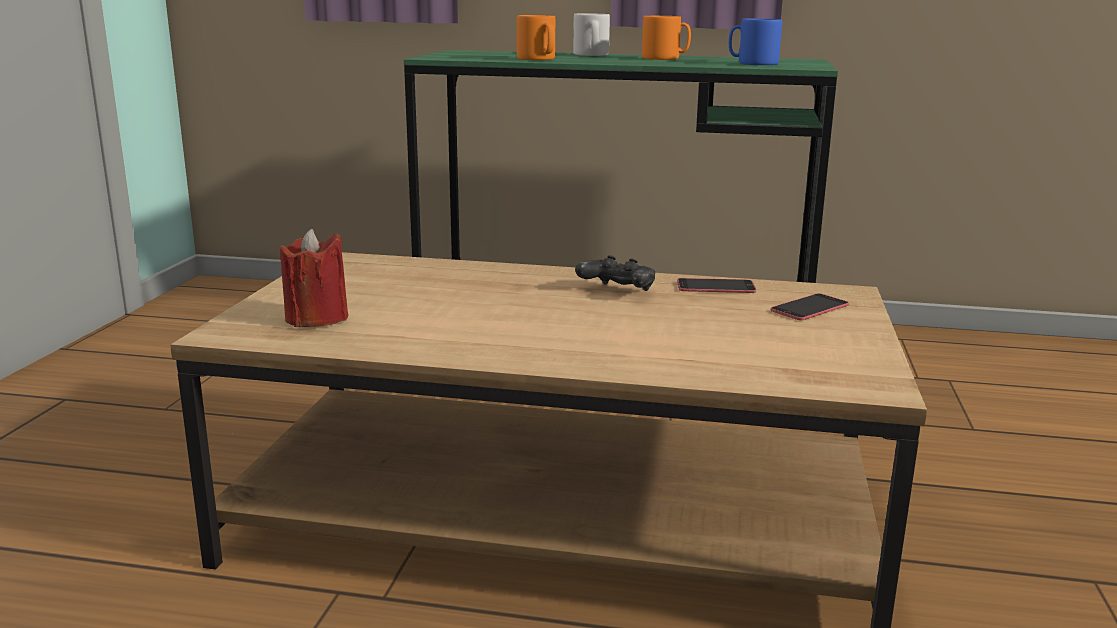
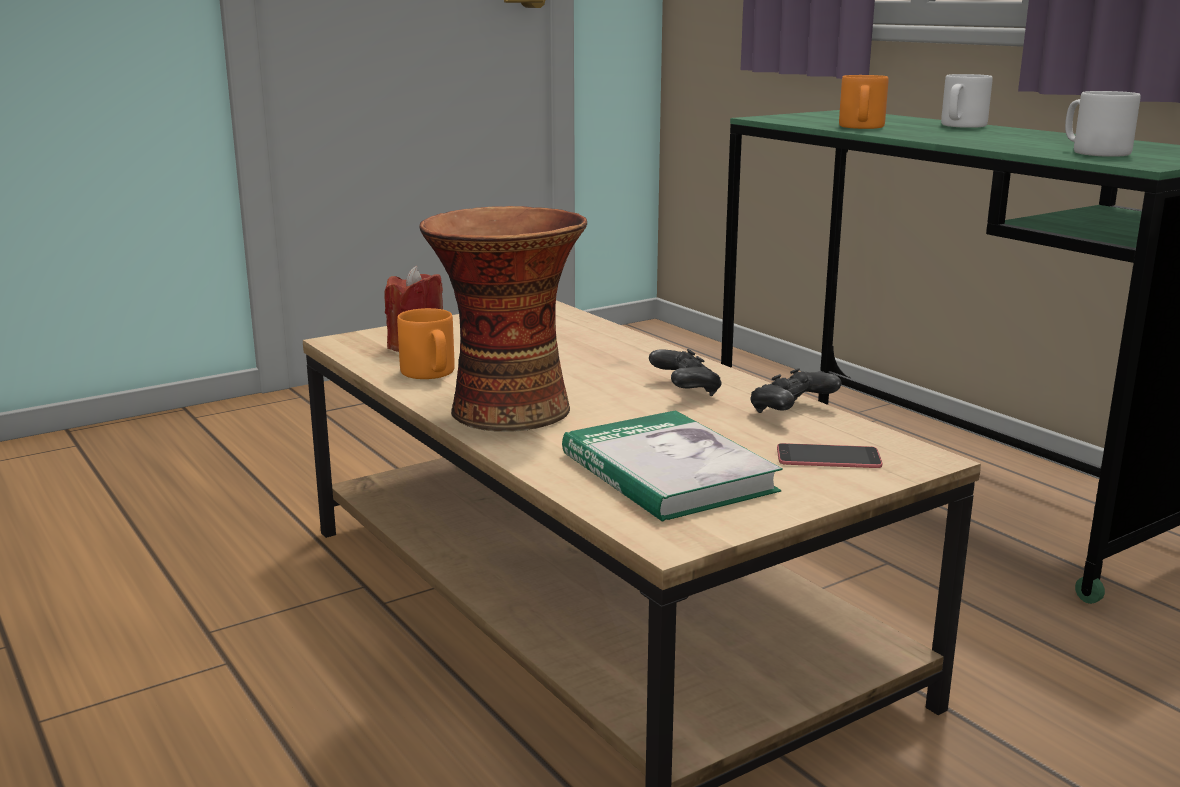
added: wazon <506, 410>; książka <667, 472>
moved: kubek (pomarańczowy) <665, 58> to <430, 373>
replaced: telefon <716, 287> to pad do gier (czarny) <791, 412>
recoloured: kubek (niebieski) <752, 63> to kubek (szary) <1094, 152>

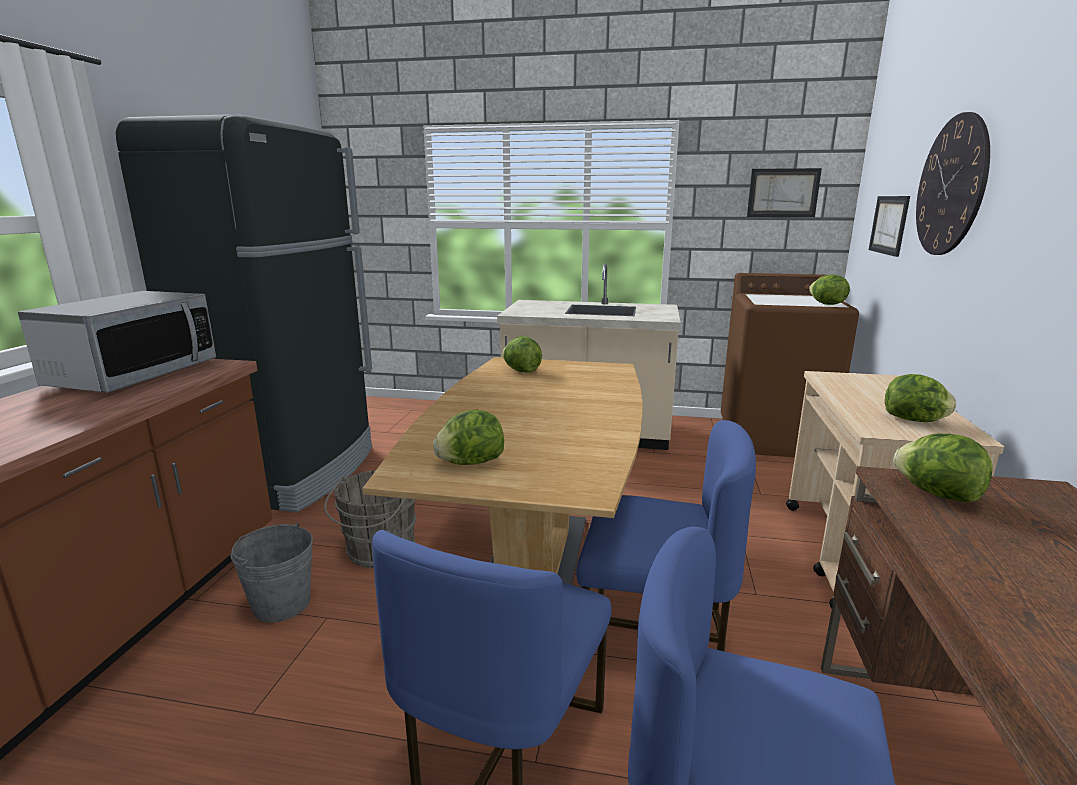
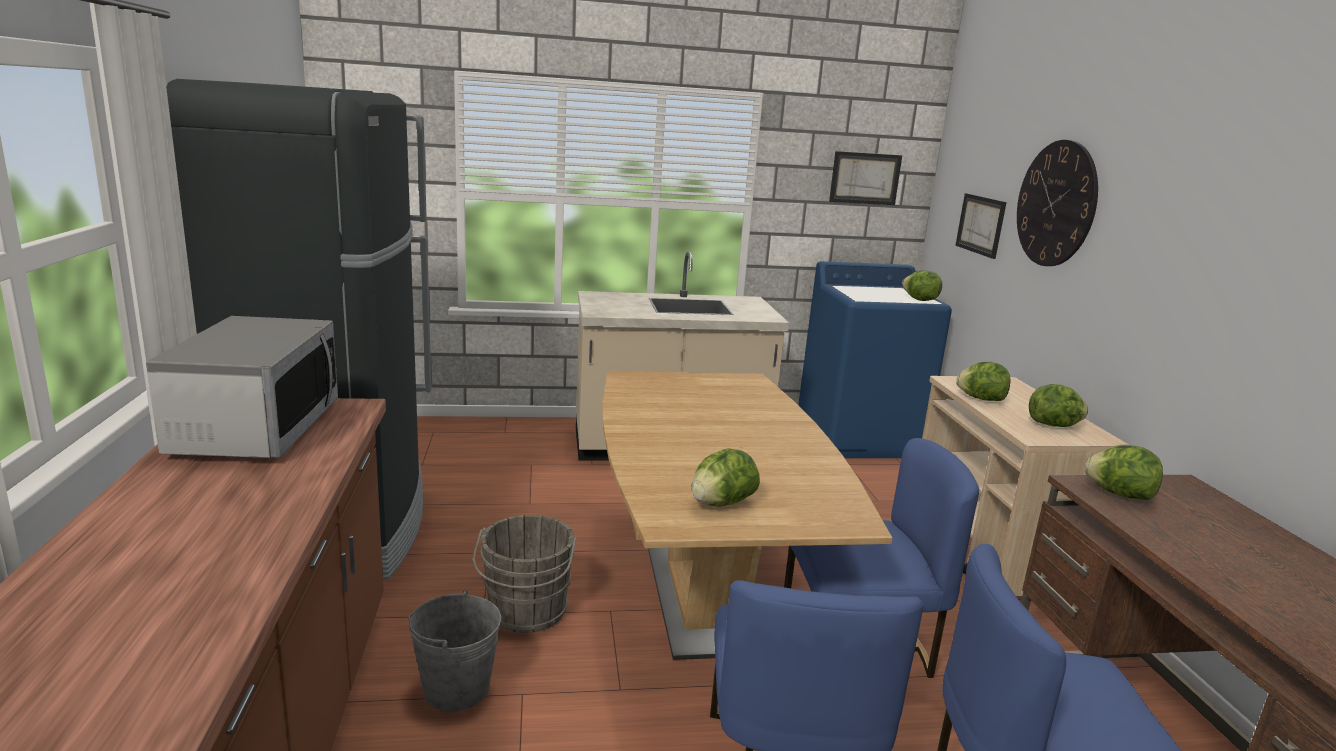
moved: sałata <521, 371> to <981, 399>
recoloured: pralka (brązowy) <773, 438> to pralka (niebieski) <859, 438>

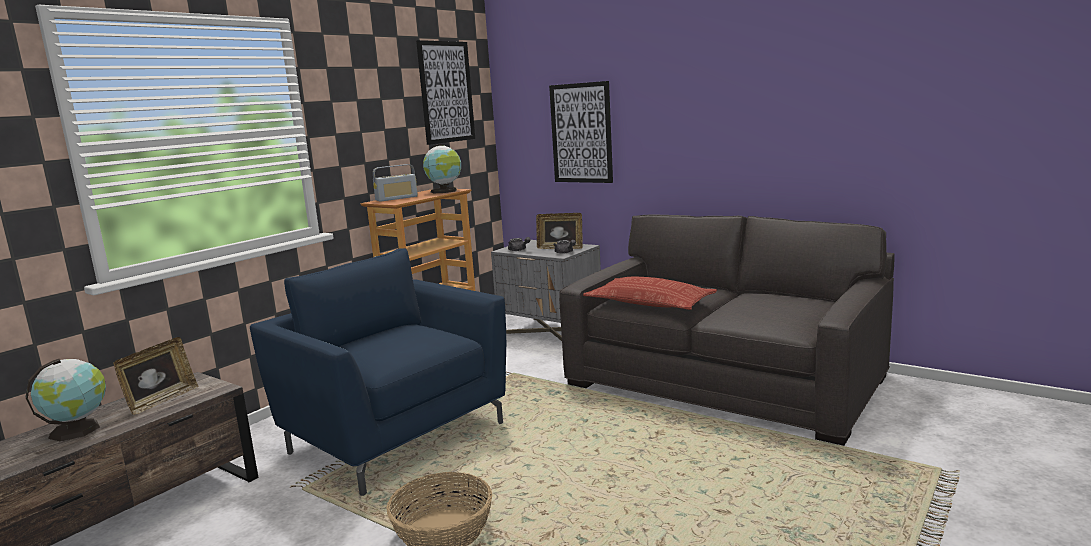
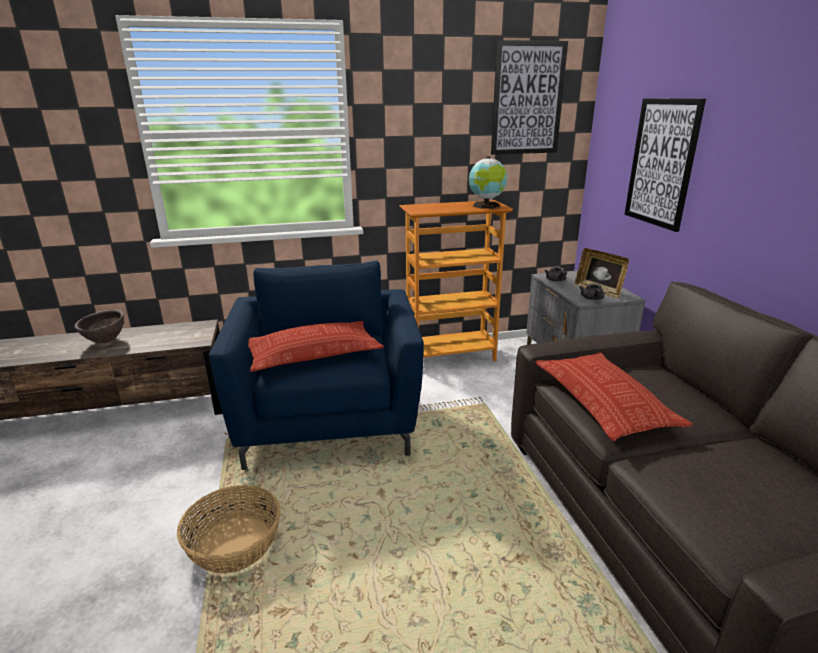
removed: radio <396, 198>; ramka na zdjęcie <161, 400>
added: poduszka <313, 353>
replaced: globus <78, 429> to miska (brązowy) <105, 341>

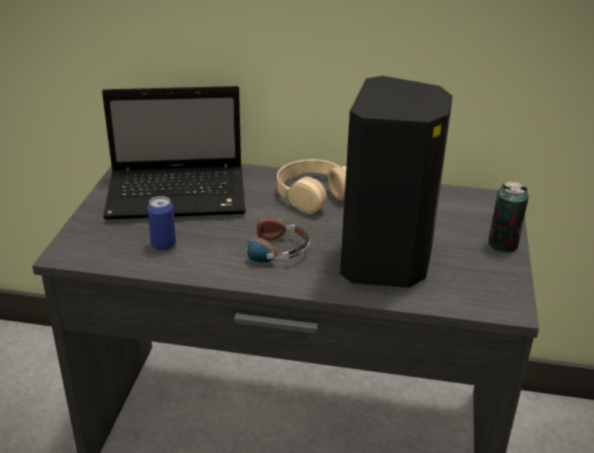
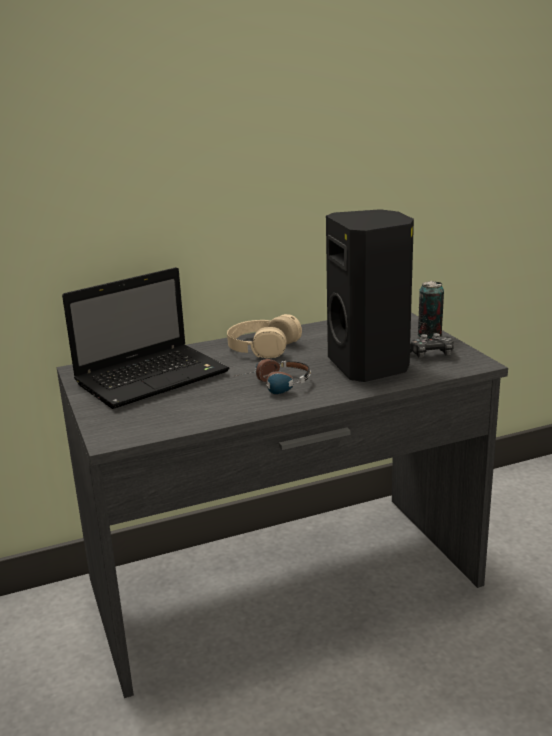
removed: puszka <163, 245>
added: pad do gier <430, 355>

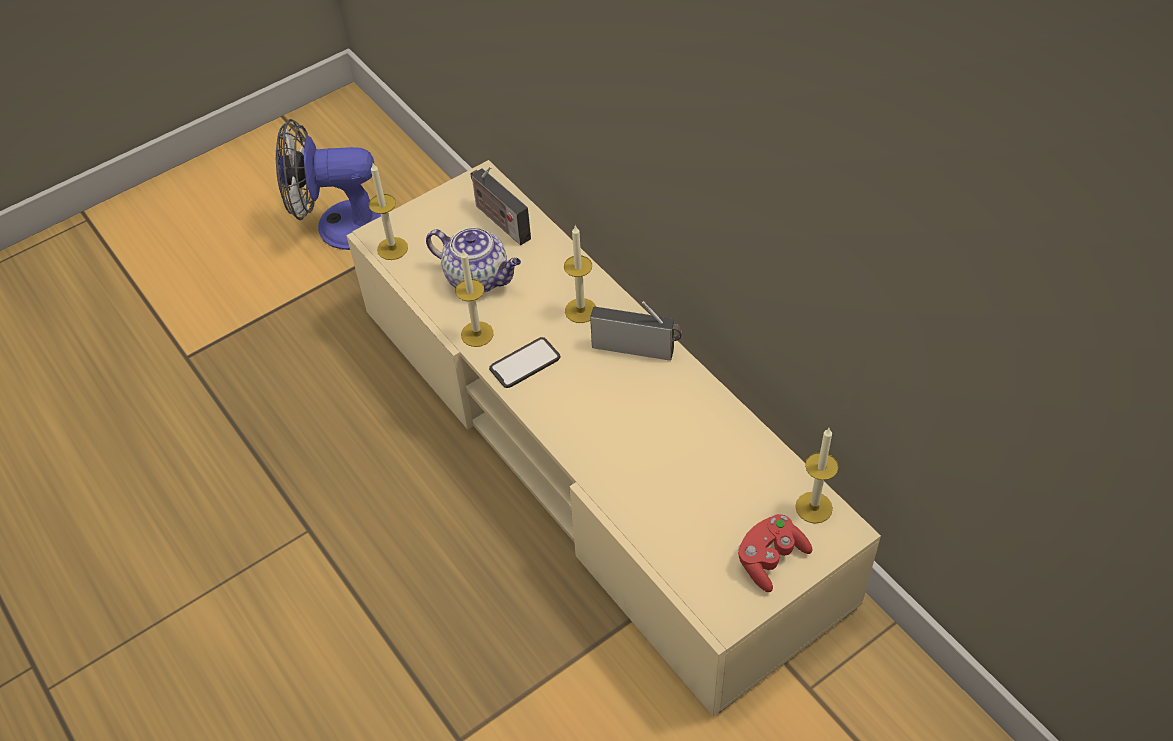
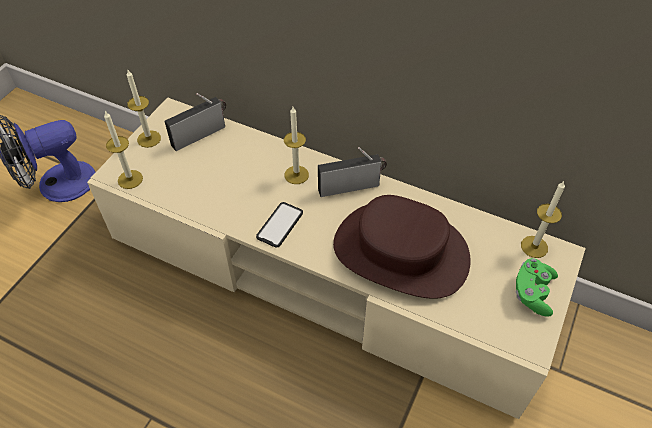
removed: imbryk <479, 278>
added: kapelusz (brązowy) <400, 252>
moved: świeca <477, 334> to <149, 139>
recoloured: pad do gier (czerwony) <770, 559> to pad do gier (zielony) <532, 293>
turned: radio <499, 220> = <200, 134> 120 degrees clockwise

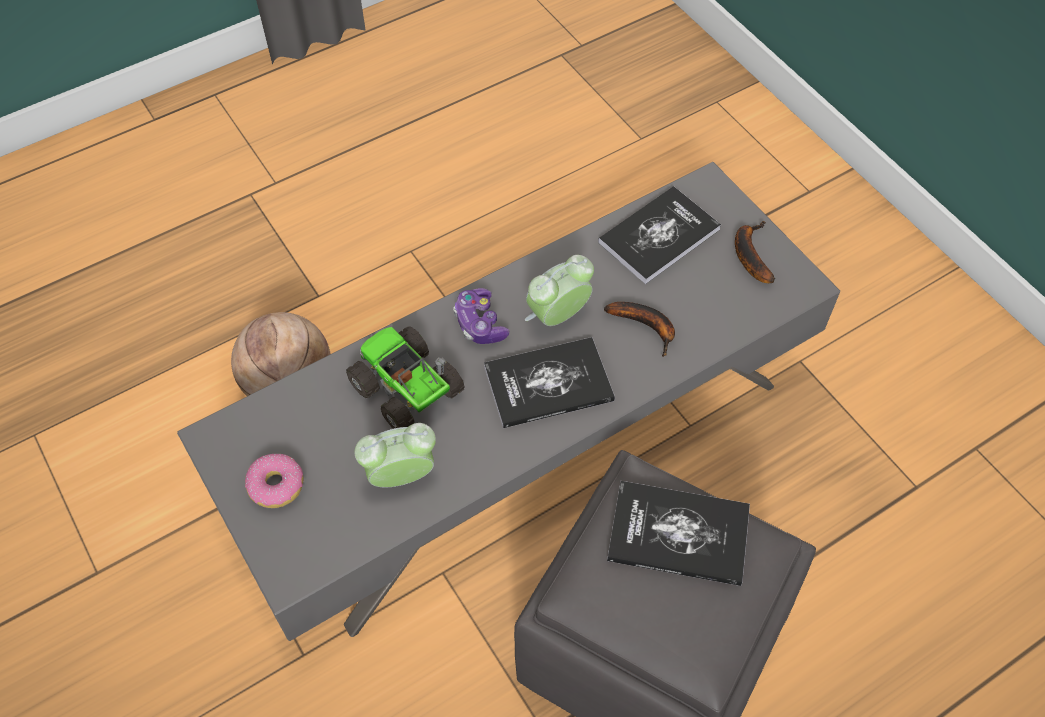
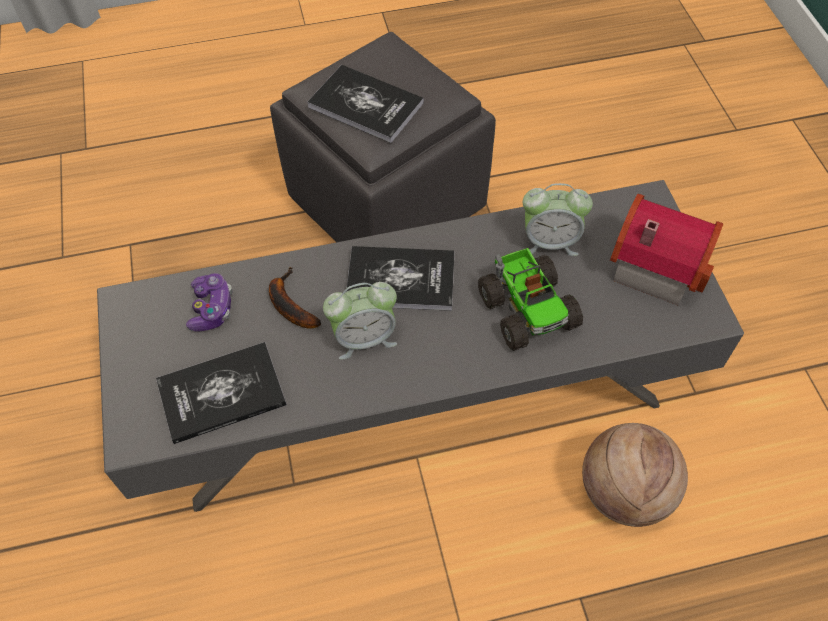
removed: banan <749, 254>
moved: pad do gier <480, 324> to <211, 308>
replaced: donut <276, 485> to domek <655, 262>

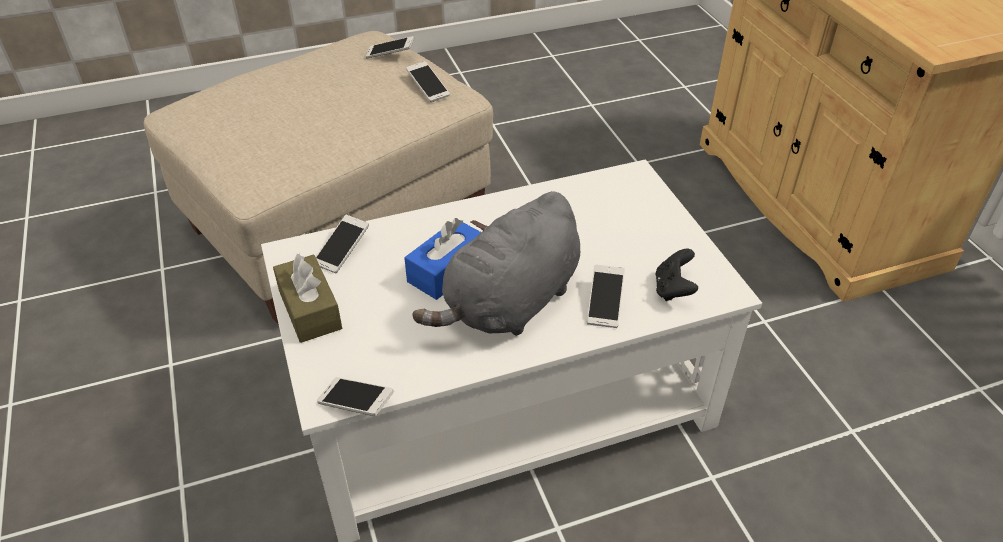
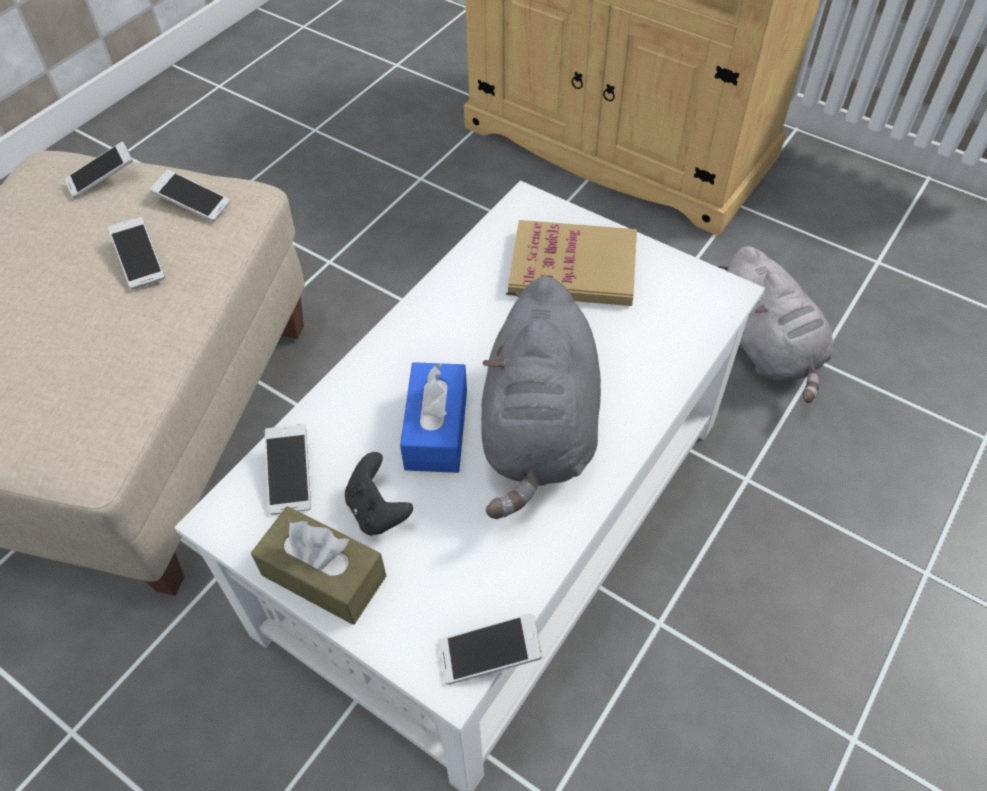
added: książka <573, 268>; pluszak (szary) <766, 349>
moved: pad do gier (czarny) <673, 289> to <378, 510>; telefon <605, 303> to <140, 261>

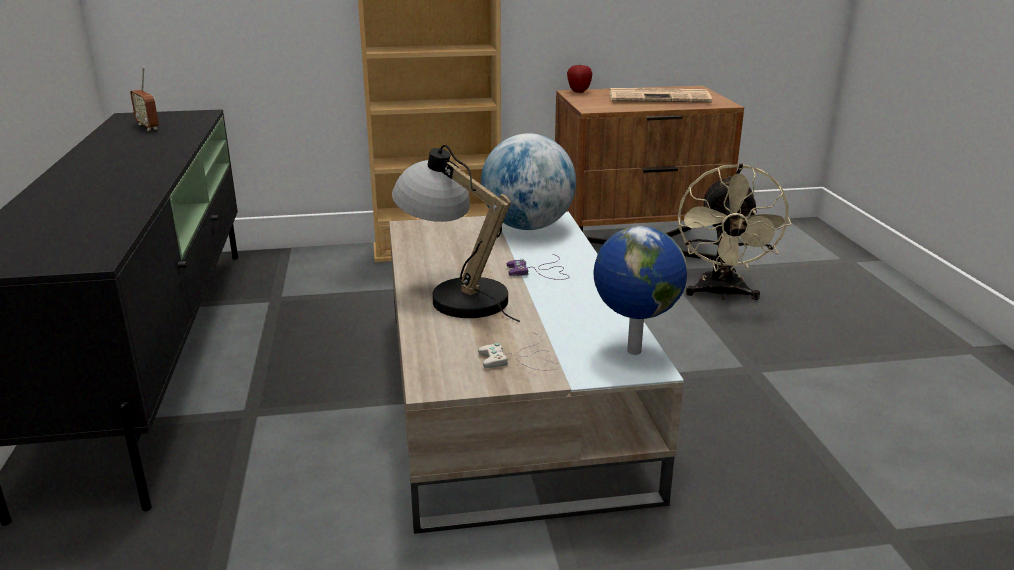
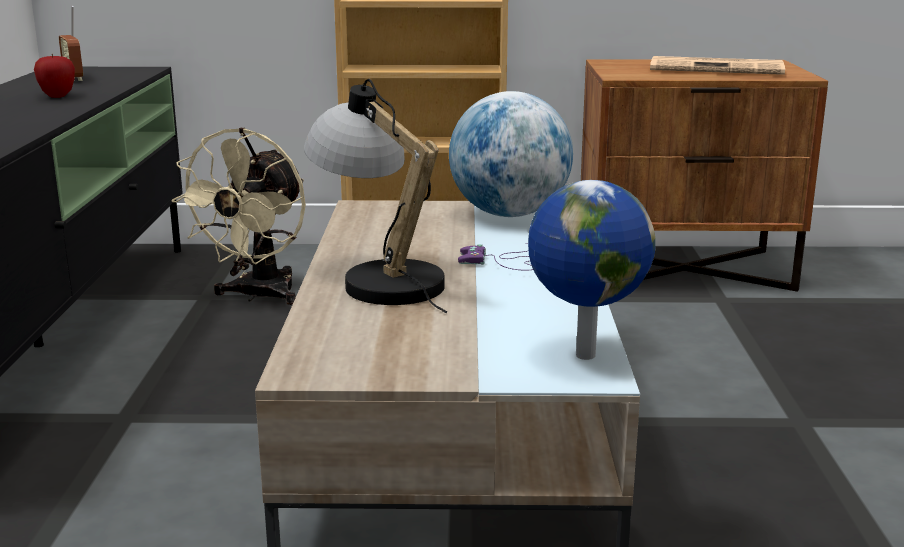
removed: pad do gier (biały) <522, 359>
moved: jabłko <579, 91> to <58, 96>; wentylator (beżowy) <721, 294> to <258, 296>

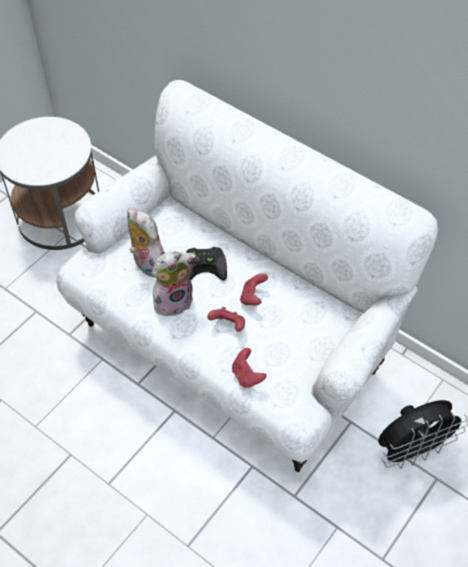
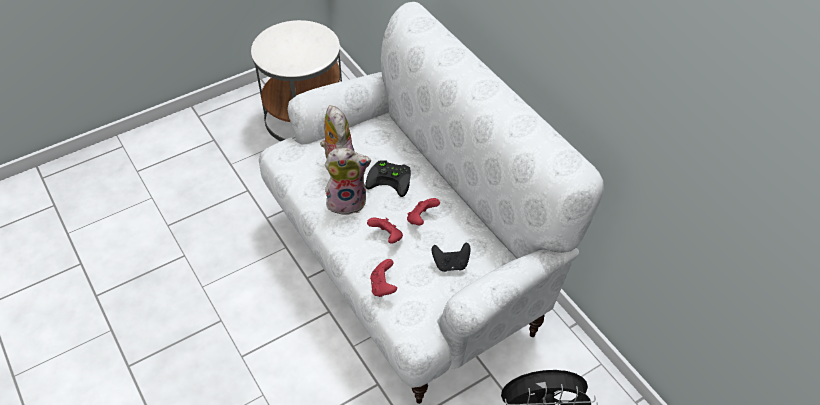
added: pad do gier (czarny) <451, 264>

